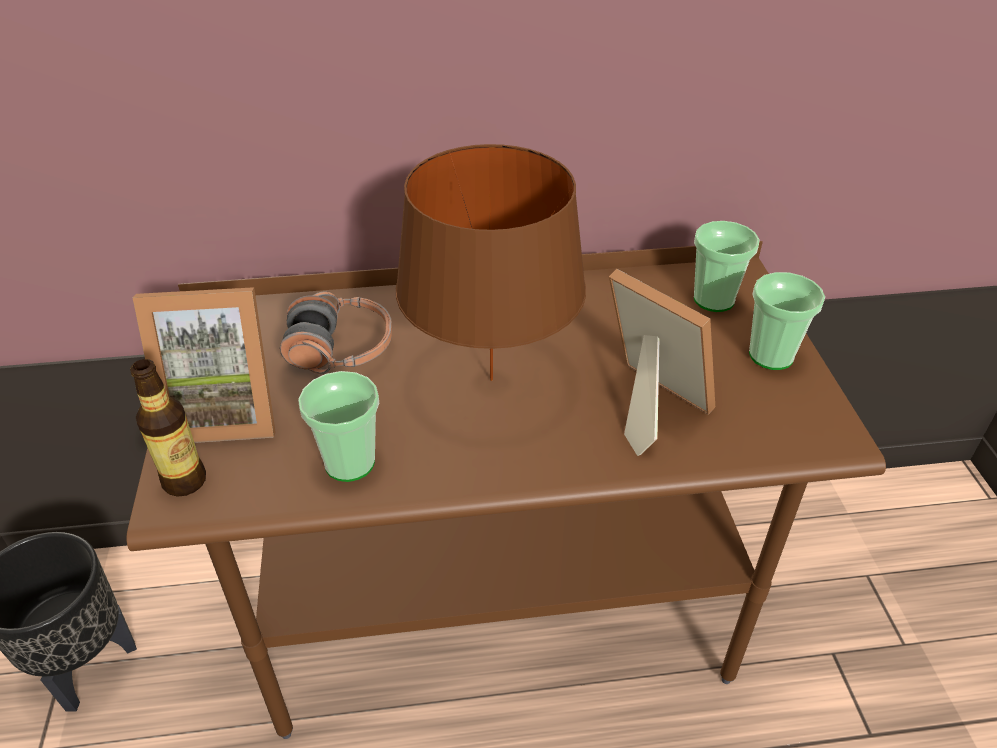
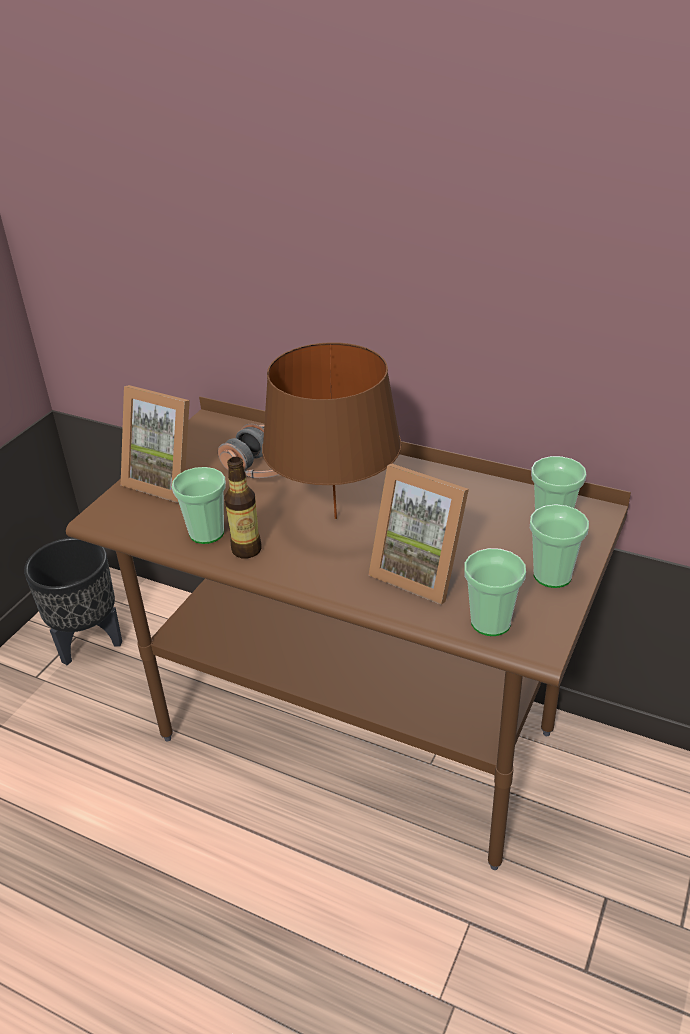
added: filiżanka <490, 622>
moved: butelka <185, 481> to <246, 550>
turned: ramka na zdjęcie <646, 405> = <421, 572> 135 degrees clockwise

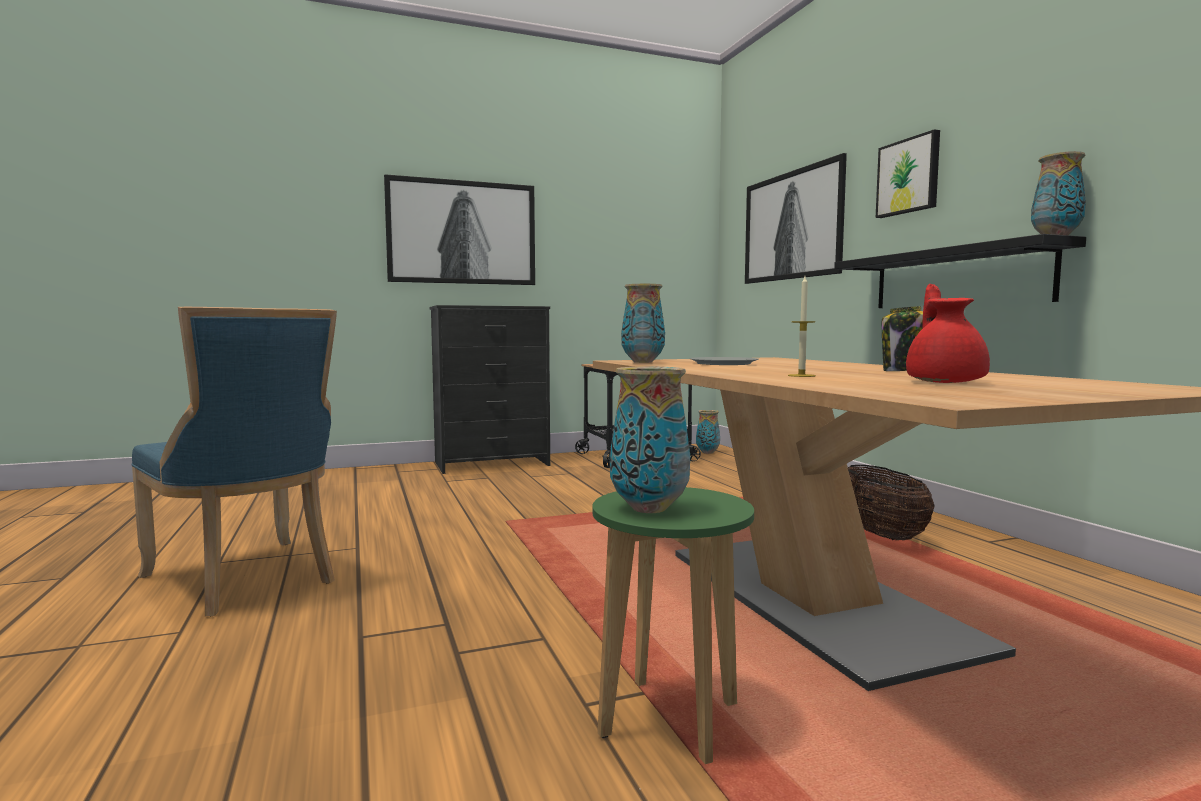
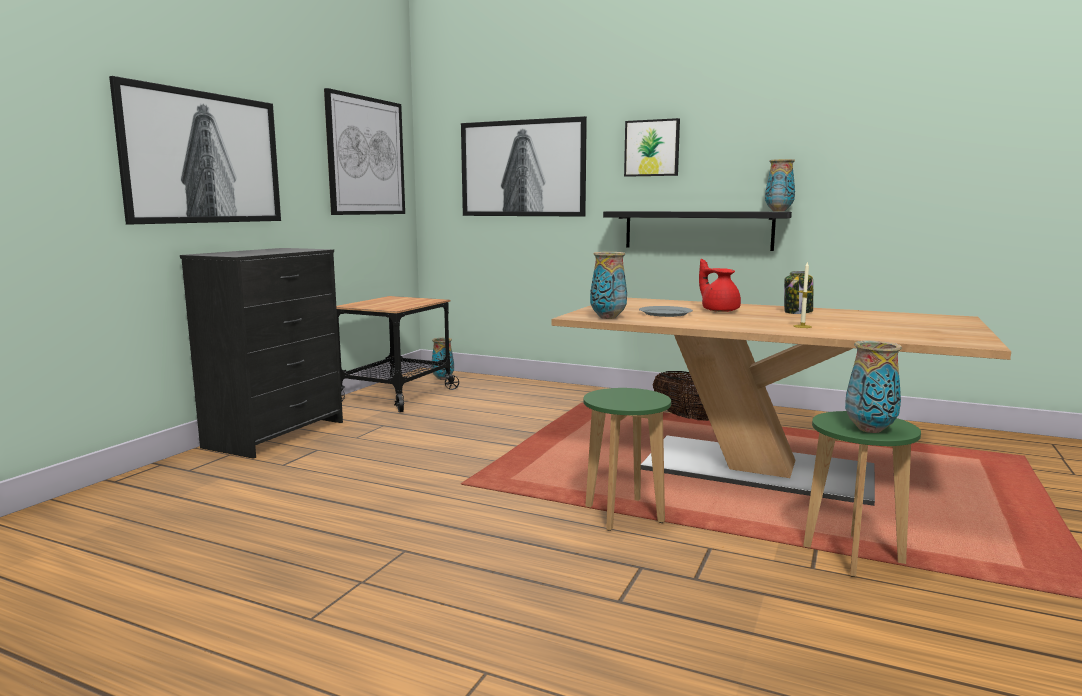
removed: krzesło (niebieski) <247, 579>
added: obraz <366, 156>; stołek (zielony) <623, 514>
moved: imbryk (czerwony) <945, 382> to <719, 310>

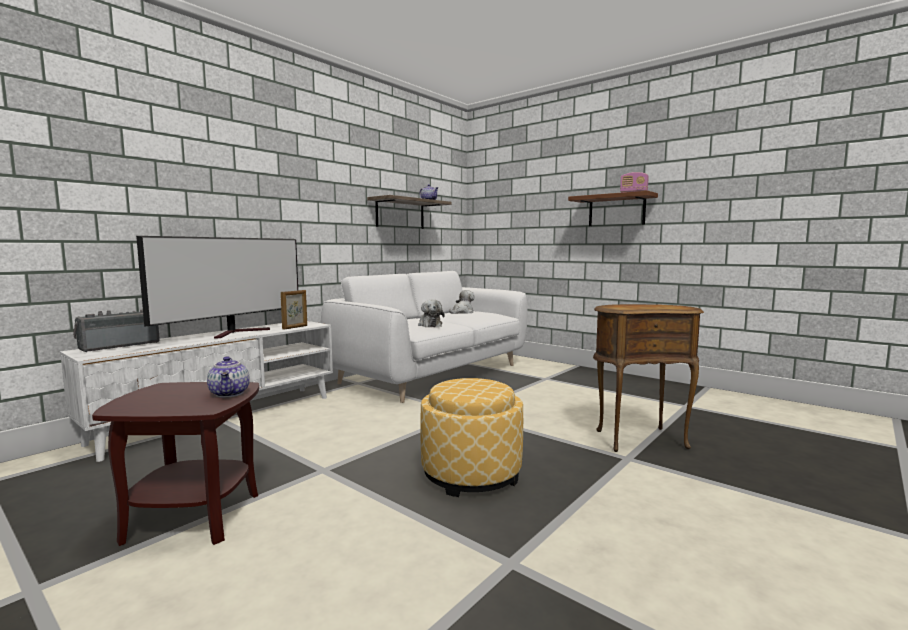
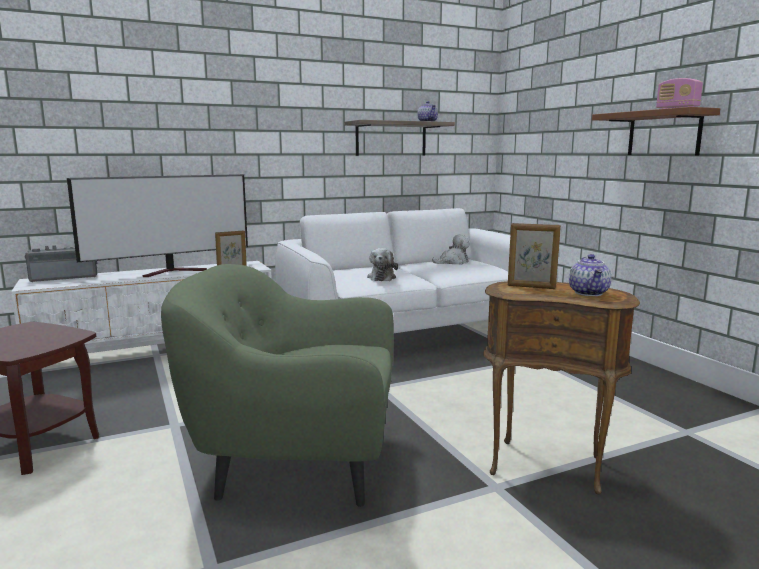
added: ramka na zdjęcie <531, 287>
moved: imbryk <230, 393> to <589, 293>
replaced: pufa <471, 474> to fotel (zielony) <296, 462>

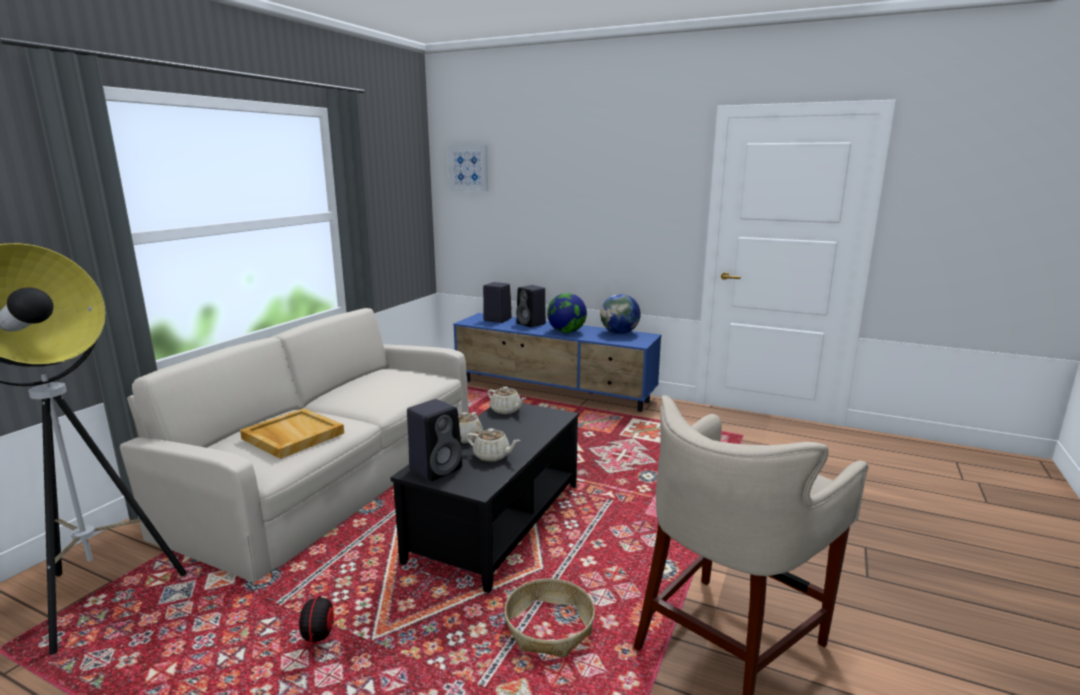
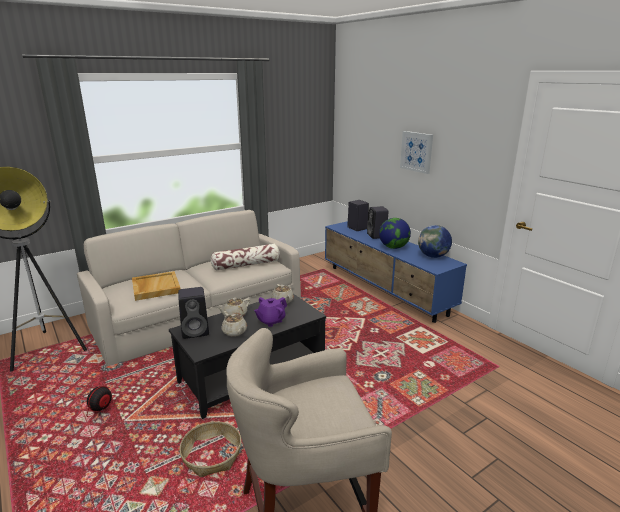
added: poduszka <246, 265>; imbryk (fioletowy) <271, 321>
moved: obraz <468, 168> to <416, 151>

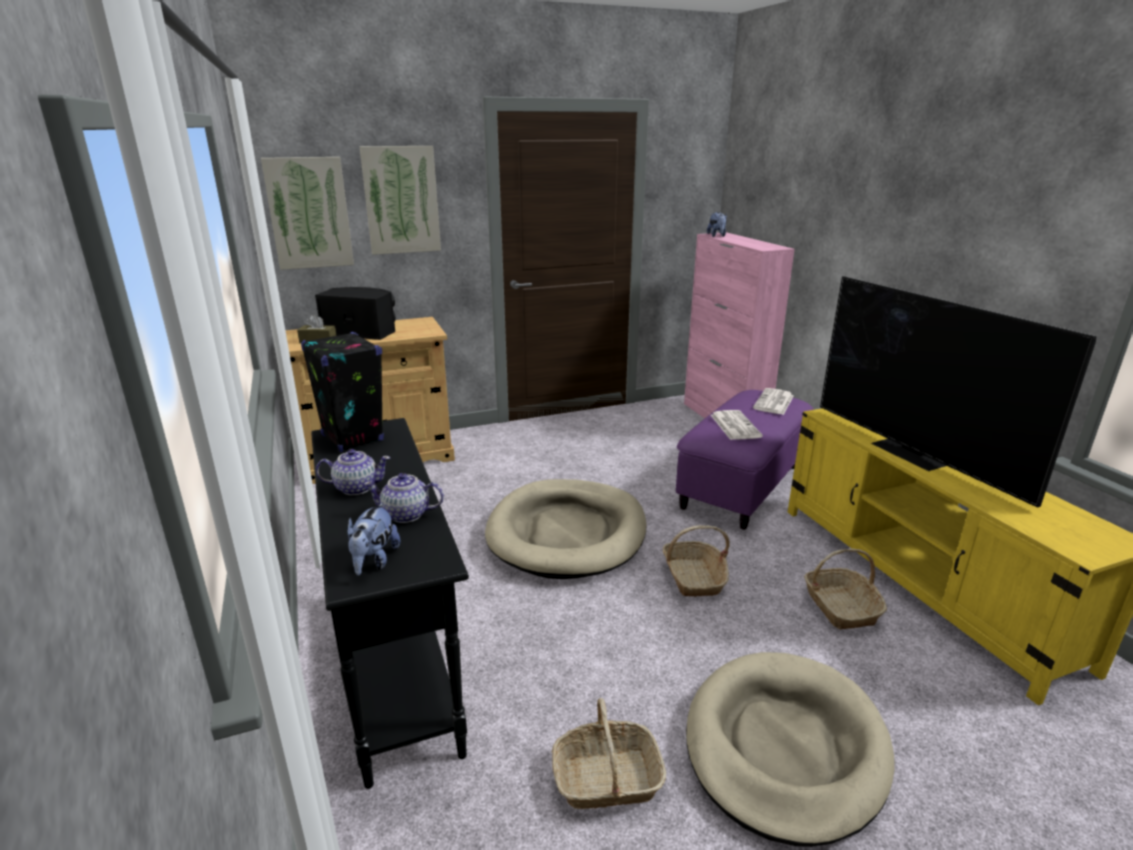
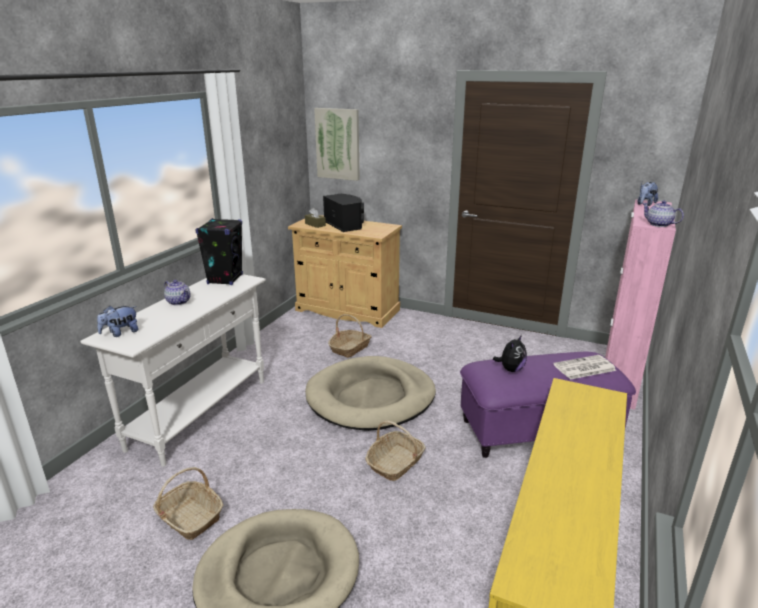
removed: obraz <401, 200>; telewizor <913, 453>
moved: imbryk <406, 514> to <659, 224>; koszyk <840, 607> to <350, 348>
replaced: gazeta <734, 425> to pluszak <510, 369>
recoloured: stolik konsolowy (czarny) <396, 666> to stolik konsolowy (biały) <201, 413>

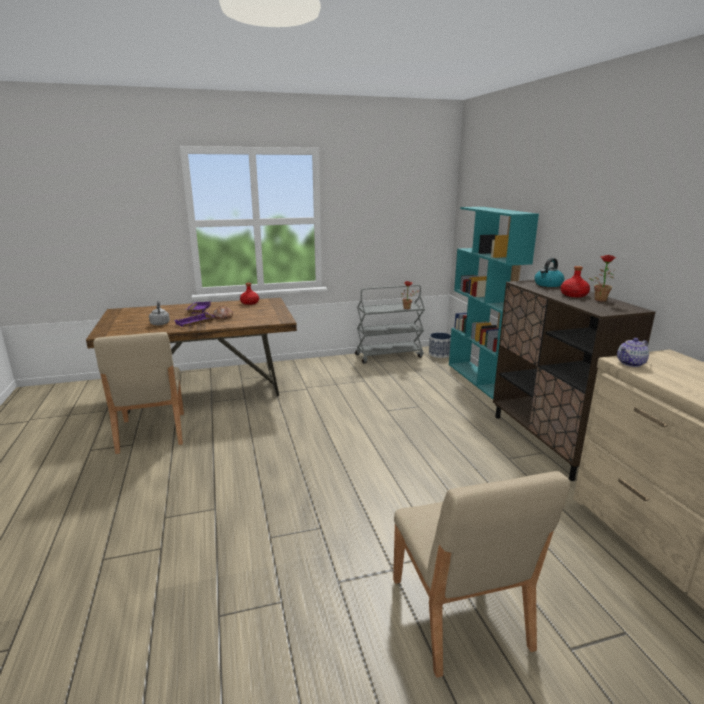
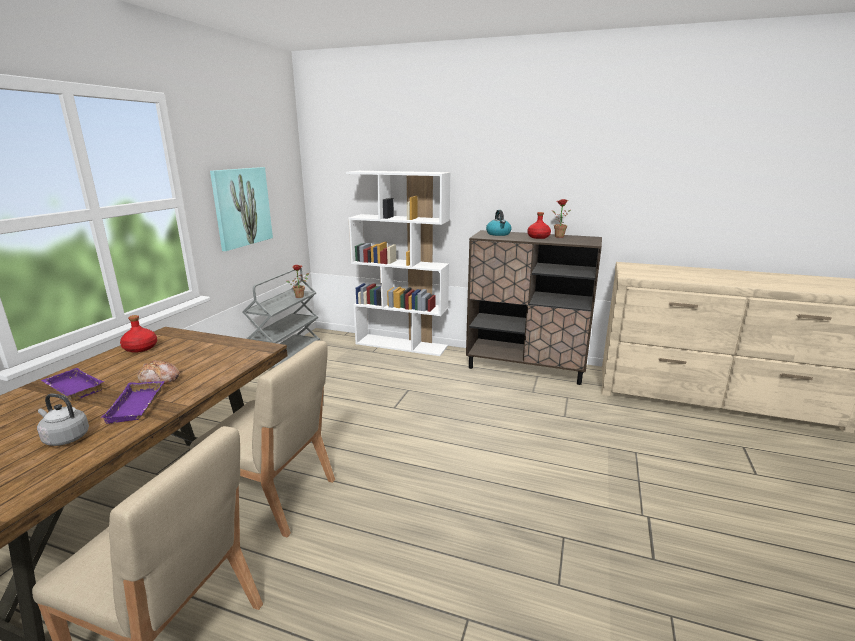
removed: donica <439, 354>; imbryk <631, 363>
added: obraz <242, 207>
moved: krzesło (beżowy) <459, 614> to <273, 495>
recoloured: regał (turkusowy) <480, 379> to regał (biały) <402, 345>

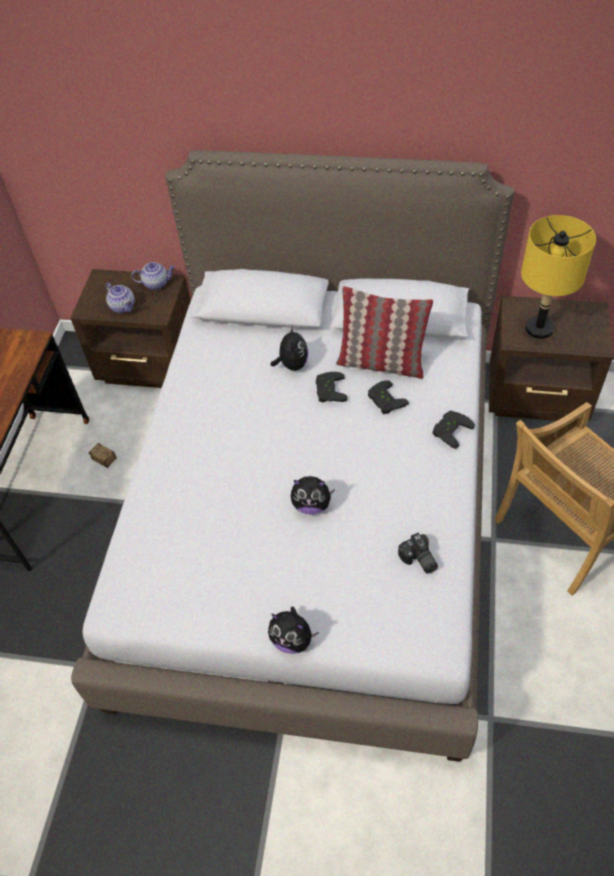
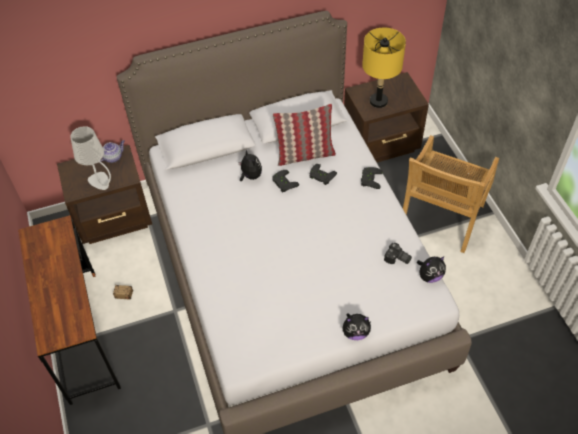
moved: pluszak <311, 505> to <429, 276>
replaced: imbryk <123, 307> to lampa stołowa (szary) <100, 181>

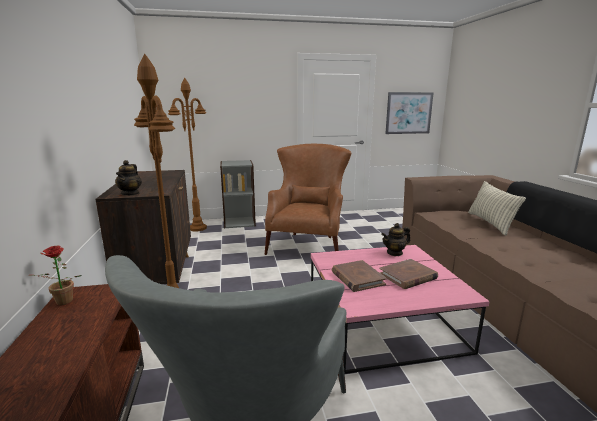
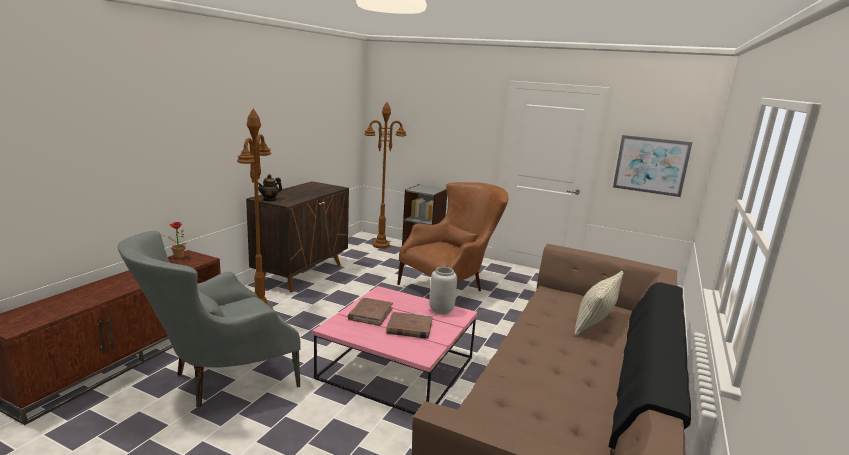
replaced: imbryk <394, 253> to wazon (szary) <441, 310>

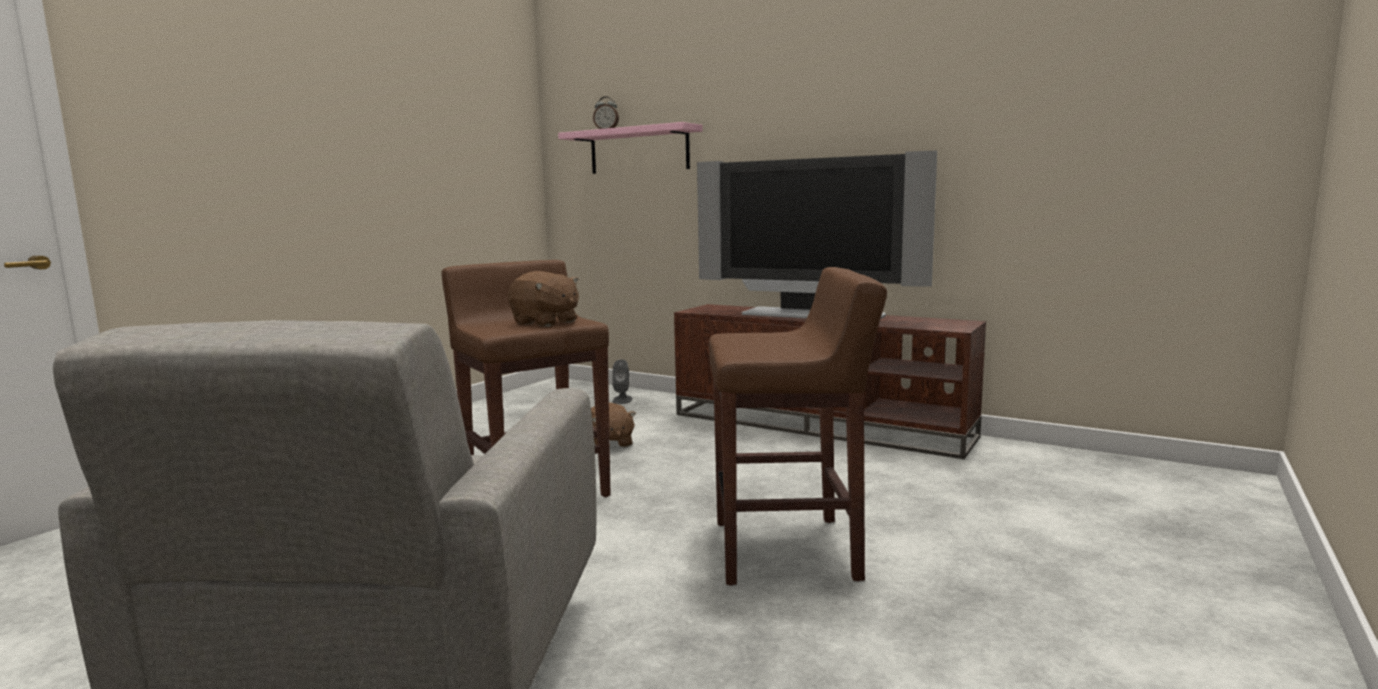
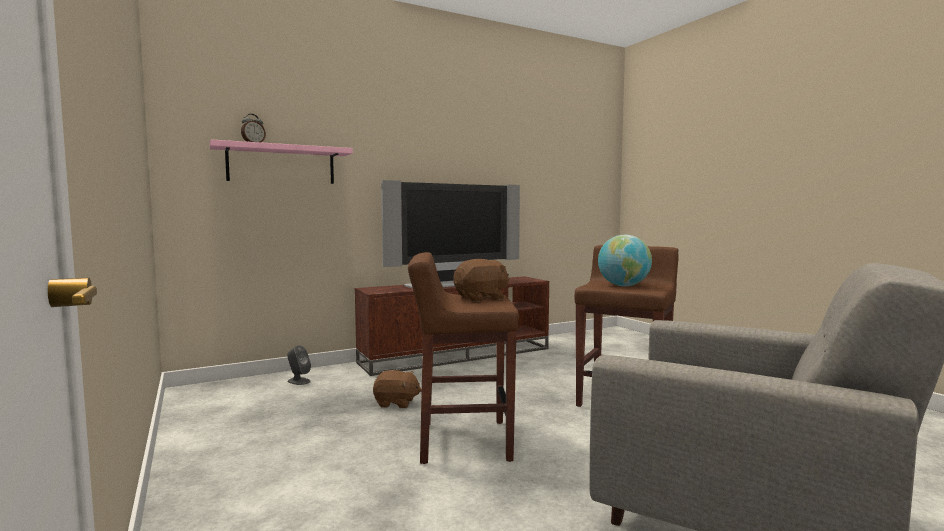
added: globus <623, 286>

